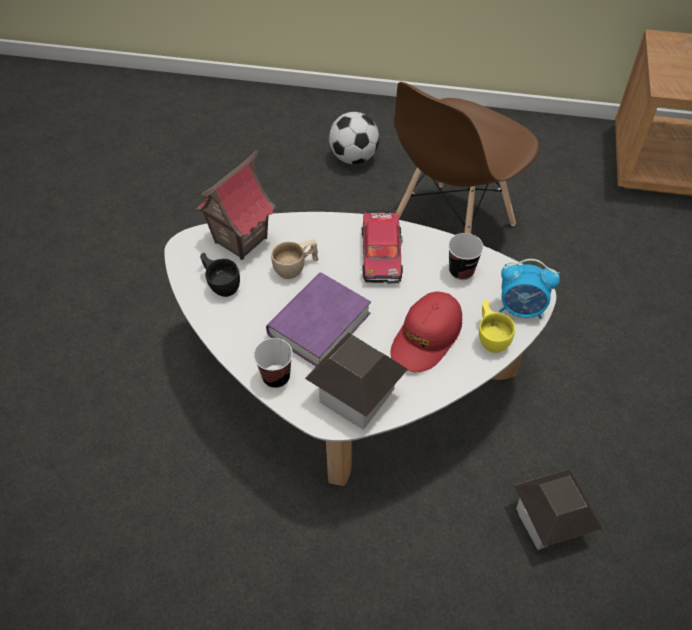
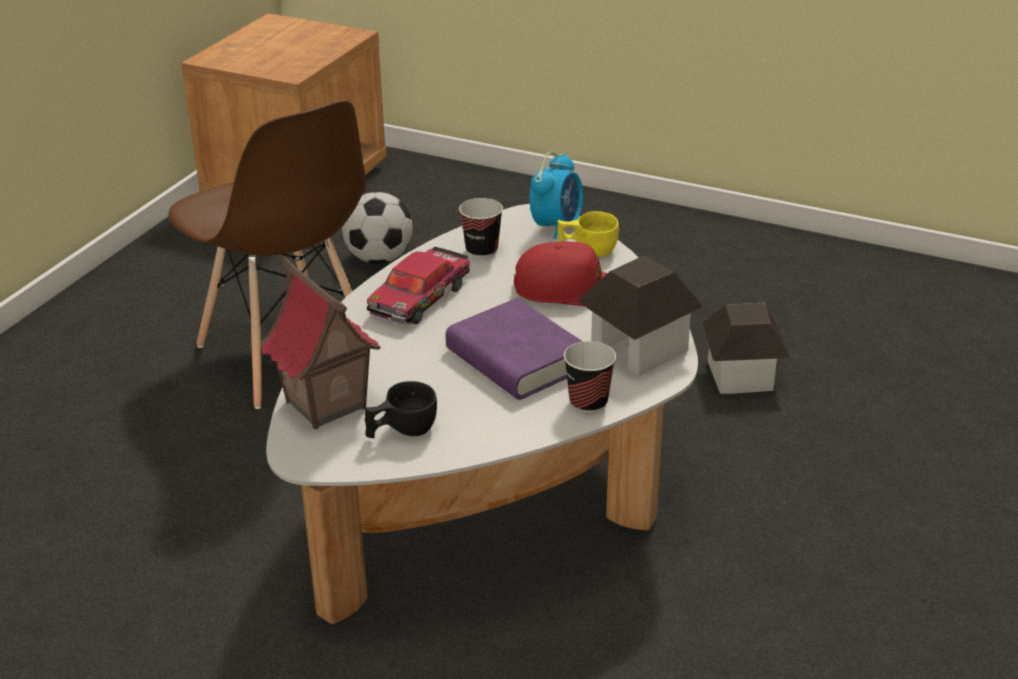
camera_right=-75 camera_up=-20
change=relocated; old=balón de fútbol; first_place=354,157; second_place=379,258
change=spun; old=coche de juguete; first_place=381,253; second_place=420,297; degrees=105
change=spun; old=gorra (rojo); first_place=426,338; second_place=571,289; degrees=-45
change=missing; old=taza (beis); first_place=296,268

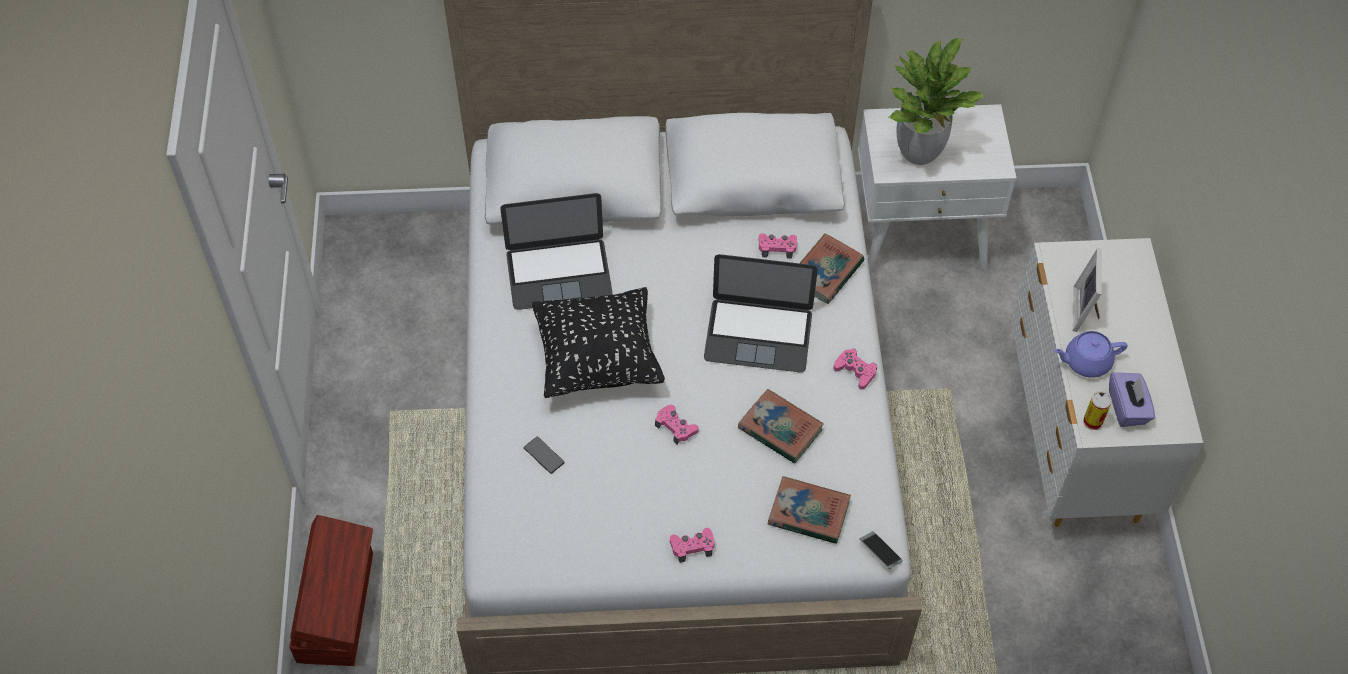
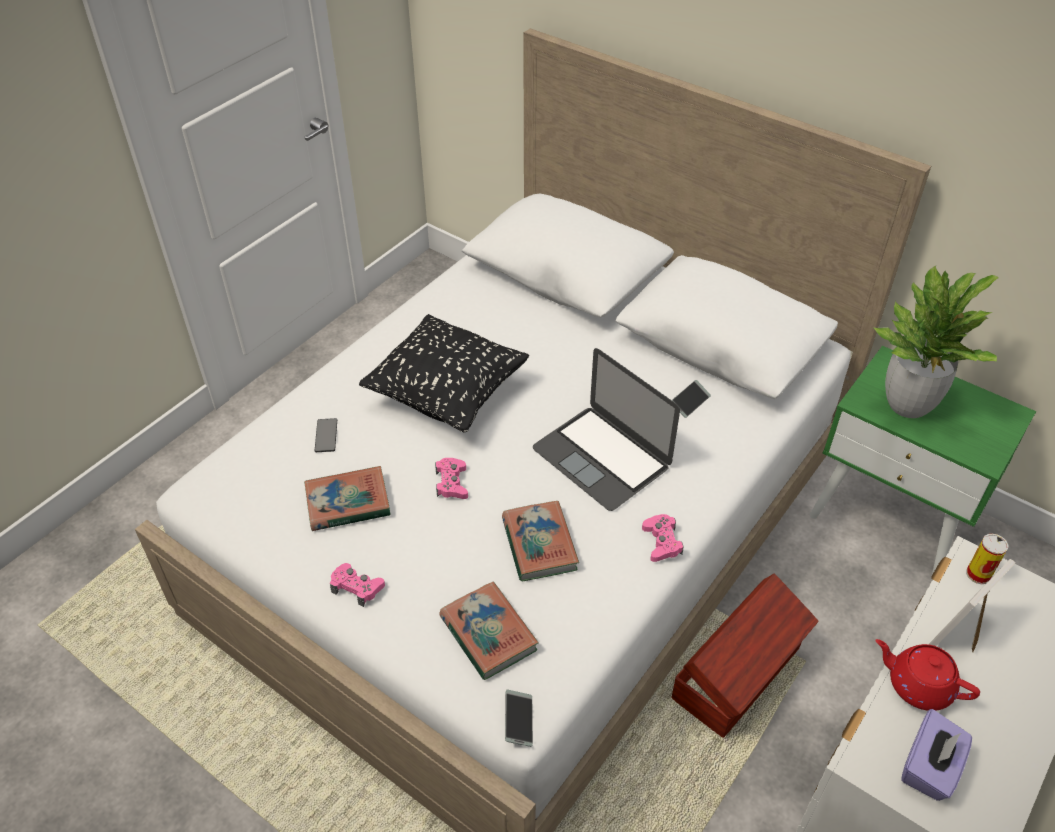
camera_right=40 camera_up=-10
change=relocated; old=libro; first_place=826,272; second_place=348,503
change=exchanged; old=mando de consola (rosa); new=móvil; first_place=777,247; second_place=690,402
change=relocated; old=caja de almacenaje (marrón); first_place=338,606; second_place=739,673
change=colour; old=mesita de noche (blanco); new=mesita de noche (verde); first_place=921,234; second_place=892,516
change=colour; old=tetera (morado); new=tetera (rojo); first_place=1085,362; second_place=918,685
change=relocated; old=lata; first_place=1092,421; second_place=978,574
change=missing; old=portátil; first_place=559,273

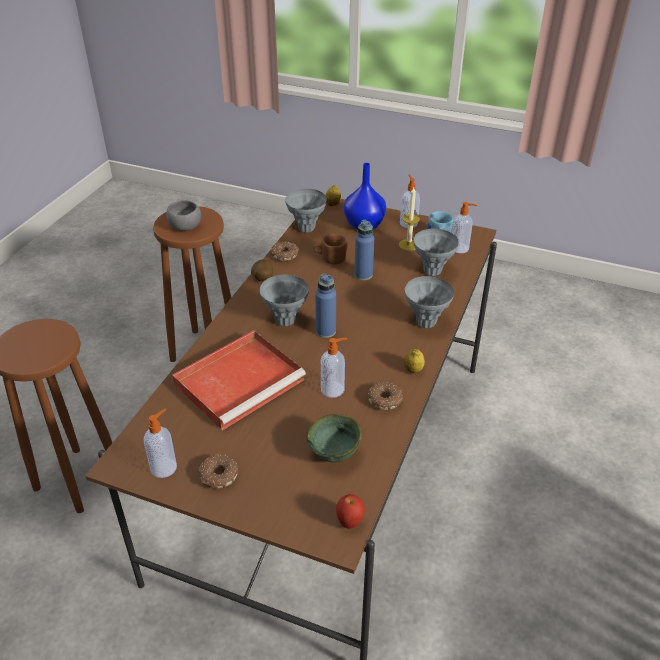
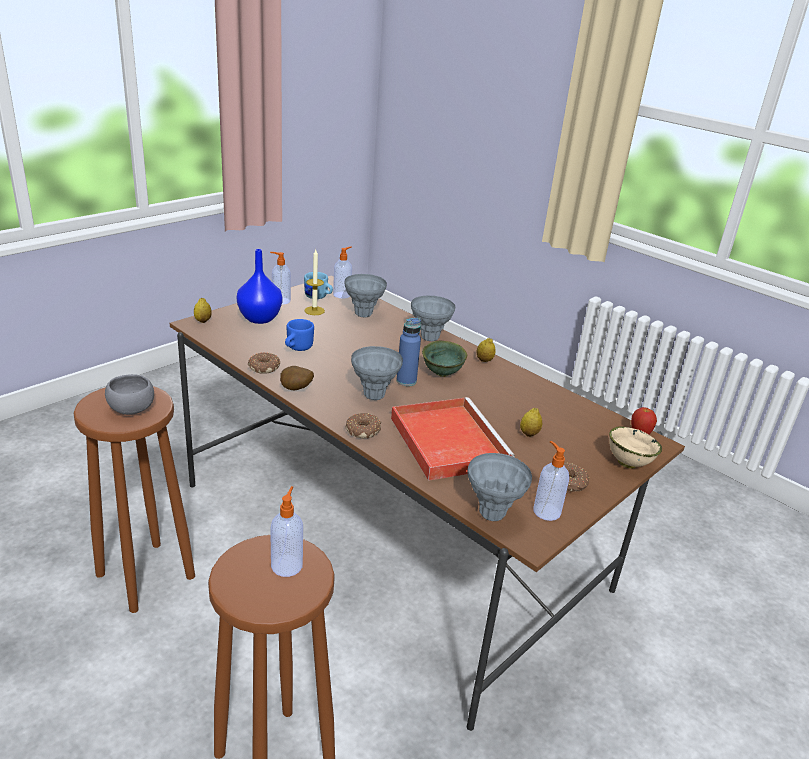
camera_right=-70 camera_up=-10
change=relocated; old=dispensador de jabón; first_place=333,389; second_place=287,565
change=colour; old=taza grande (marrón); new=taza grande (azul); first_place=330,259; second_place=297,348
change=relocated; old=rosquilla; first_place=385,400; second_place=363,430
change=relocated; old=cuenco (verde); first_place=335,454; second_place=443,373
change=relocated; old=florero (gris); first_place=306,229; second_place=492,514
change=appeared; new=limón; second_place=529,434
change=appeared; new=cuenco (beis); second_place=627,463
change=missing; old=botella (azul); first_place=363,275

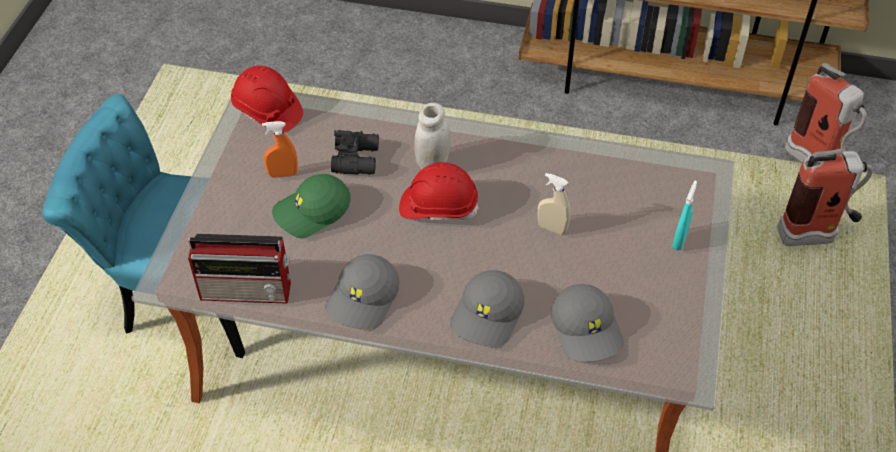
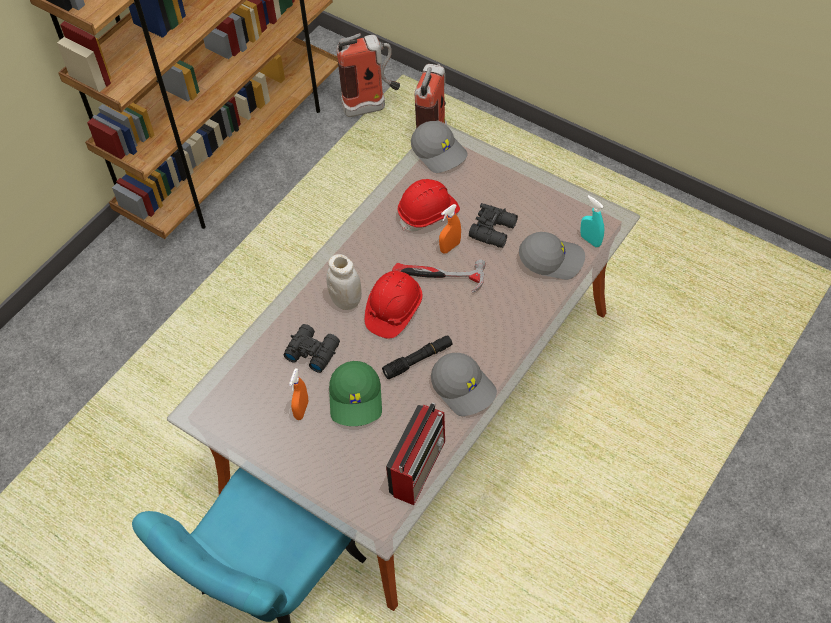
camera_right=-65 camera_up=5
change=appeared; new=linterna (negro); second_place=418,360
change=appeared; new=martillo; second_place=438,277
change=relocated; old=casco (rojo); first_place=267,111; second_place=428,214
change=relocated; old=gorra (gris); first_place=488,316; second_place=440,152
change=colour; old=pulverizador (beis); new=pulverizador (naranja); first_place=552,228; second_place=450,247
change=appeared; new=prismáticos (negro); second_place=494,230
change=relocated; old=pulverizador (turquesa); first_place=679,240; second_place=590,240

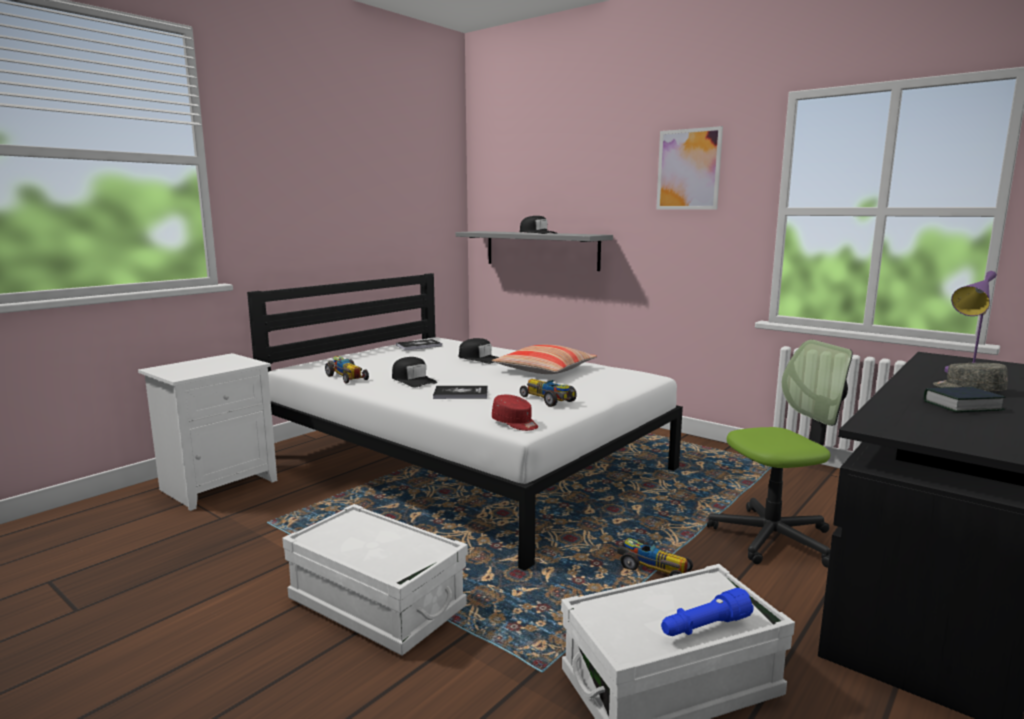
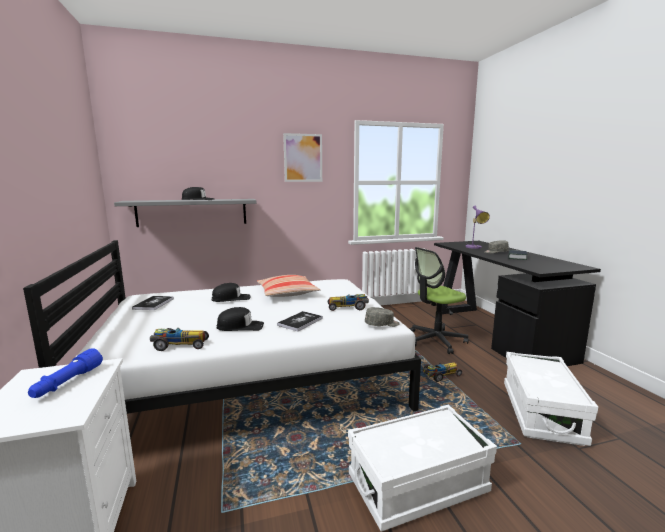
camera_right=-55 camera_up=0
change=relocated; old=linterna (azul); first_place=704,627; second_place=67,383
change=colour; old=gorra (rojo); new=gorra (gris); first_place=515,423; second_place=382,324
change=spun; old=silla de oficina; first_place=773,538; second_place=435,340; degrees=-135

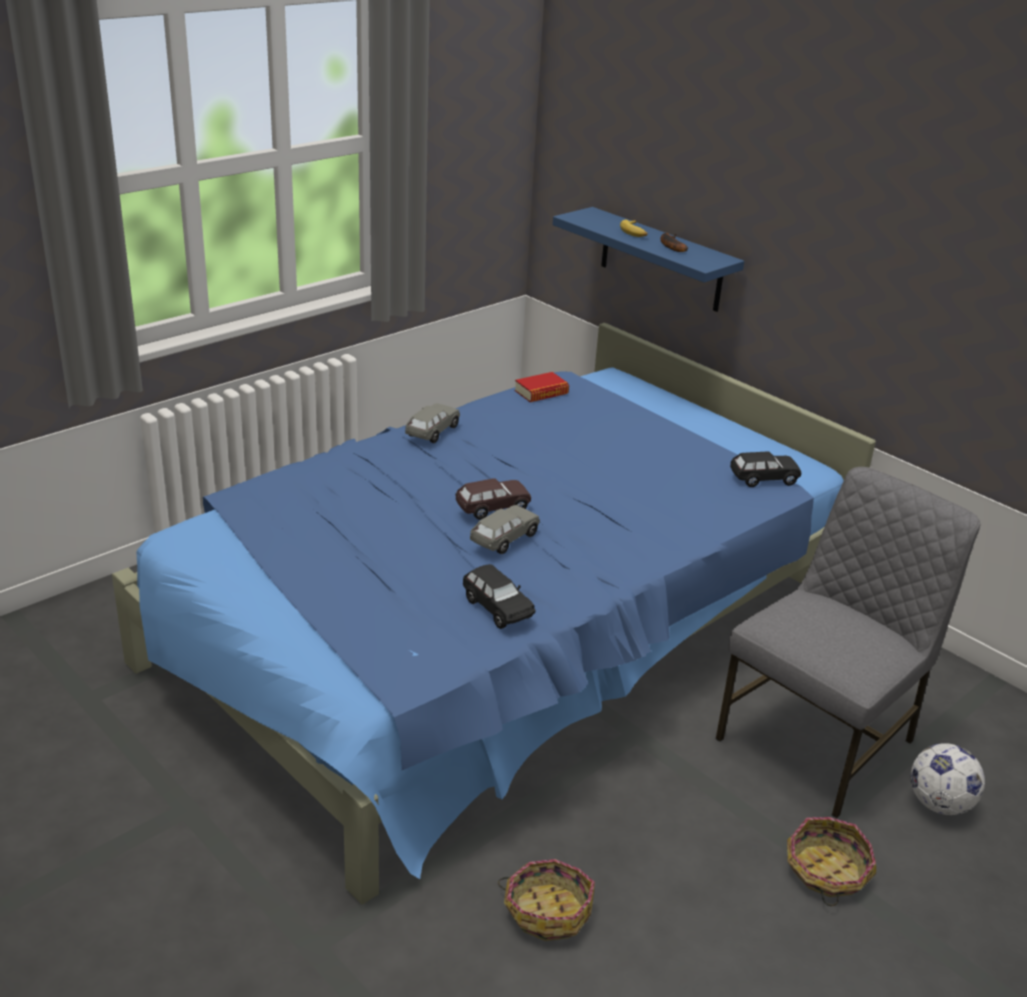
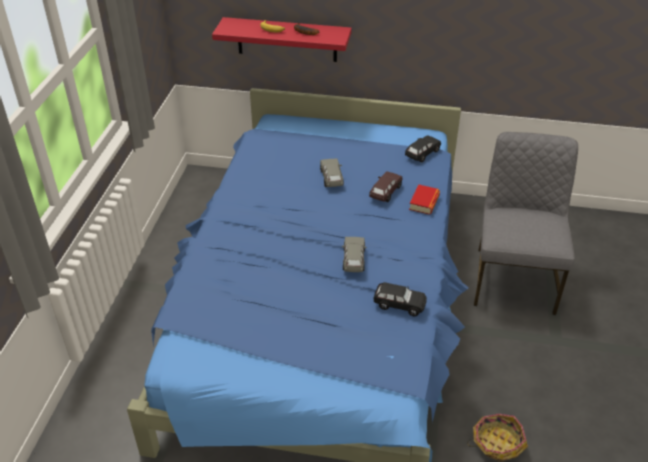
camera_right=-35 camera_up=10
change=colour; old=estante (azul); new=estante (rojo); first_place=661,260; second_place=287,39
change=relocated; old=coche de juguete (gris); first_place=432,432; second_place=331,178
change=relocated; old=coche de juguete (marrón); first_place=493,508; second_place=385,192
change=relocated; old=libro; first_place=541,392; second_place=424,202
change=missing; old=cesta; first_place=826,871
change=missing; old=balón de fútbol; first_place=939,804

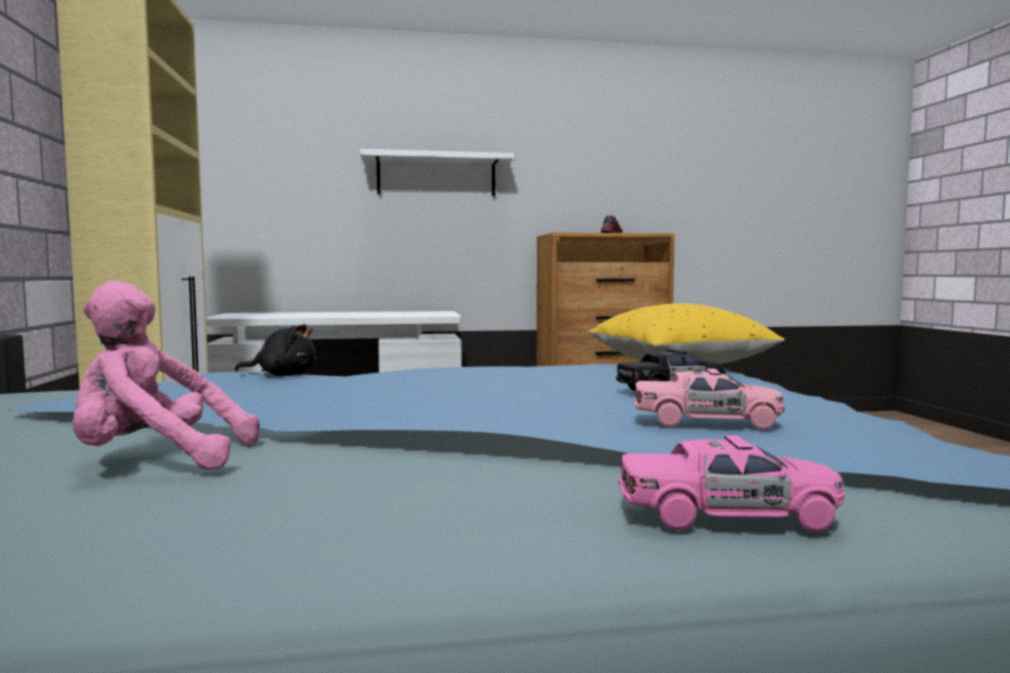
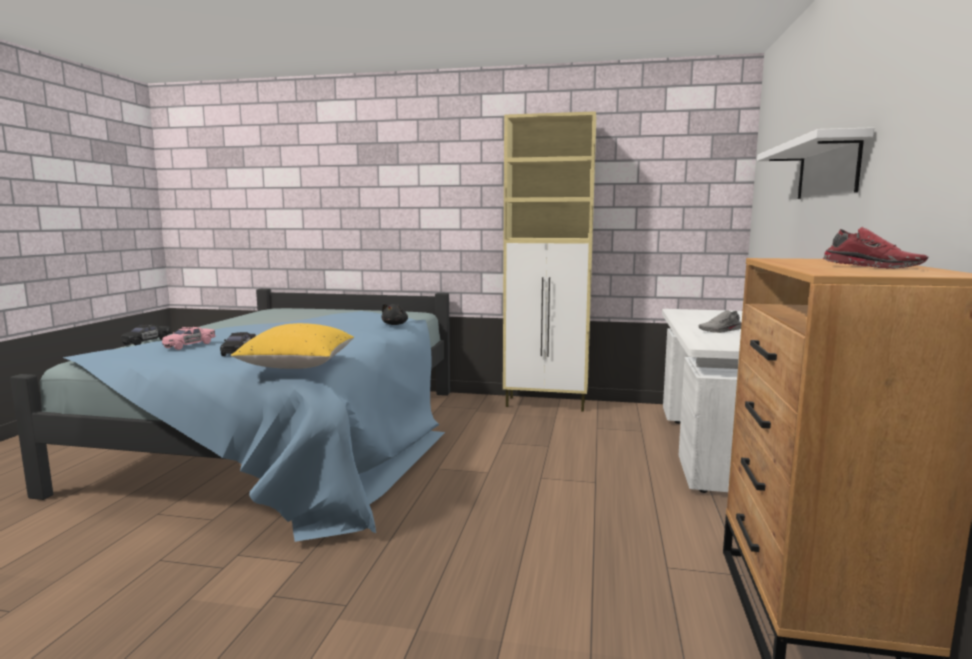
camera_right=110 camera_up=5
change=colour; old=coche de juguete (rosa); new=coche de juguete (negro); first_place=727,516; second_place=146,341
change=appeared; new=zapato (gris); second_place=721,331
change=missing; old=peluche (rosa); first_place=156,461

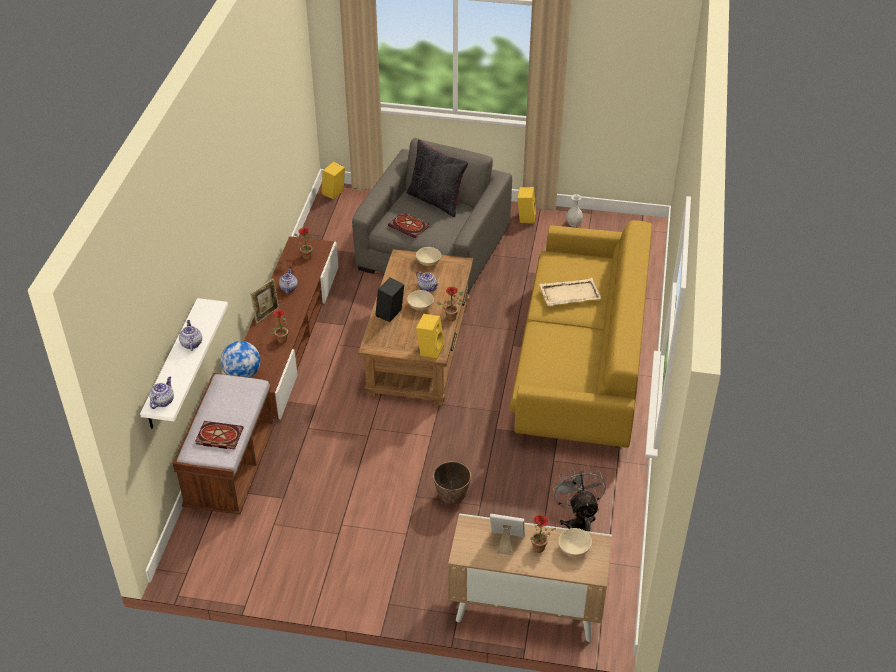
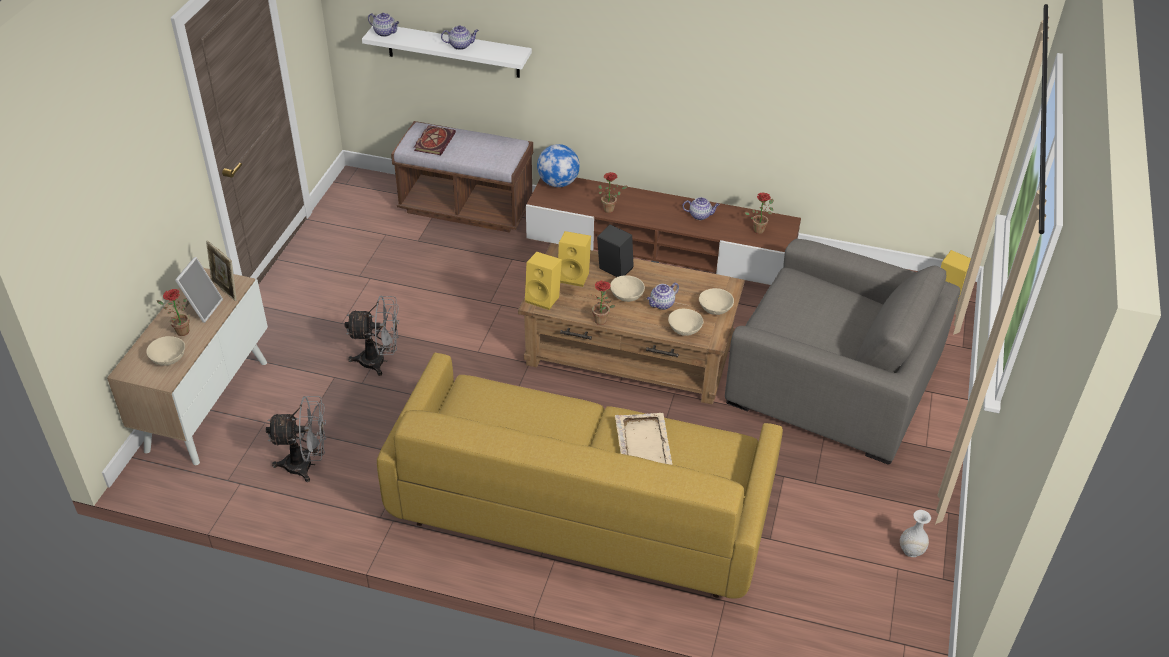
camera_right=95 camera_up=0
change=relocated; old=portarretratos; first_place=267,314; second_place=225,290
change=exchanged; old=maceta; new=ventilador (gris); first_place=452,498; second_place=379,361
change=relocated; old=altavoz (amarillo); first_place=525,217; second_place=575,276
change=appeared; new=cuenco (beis); second_place=684,330
change=missing; old=libro; first_place=410,226
change=missing; old=cojín (negro); first_place=436,200

